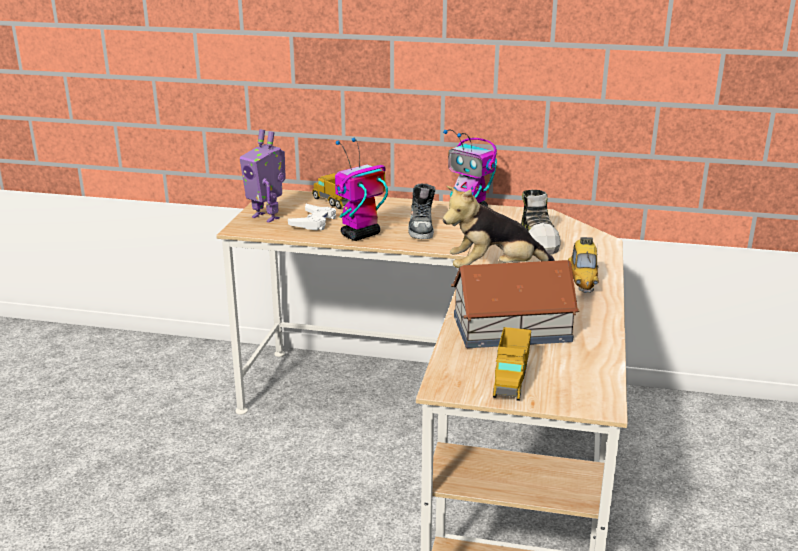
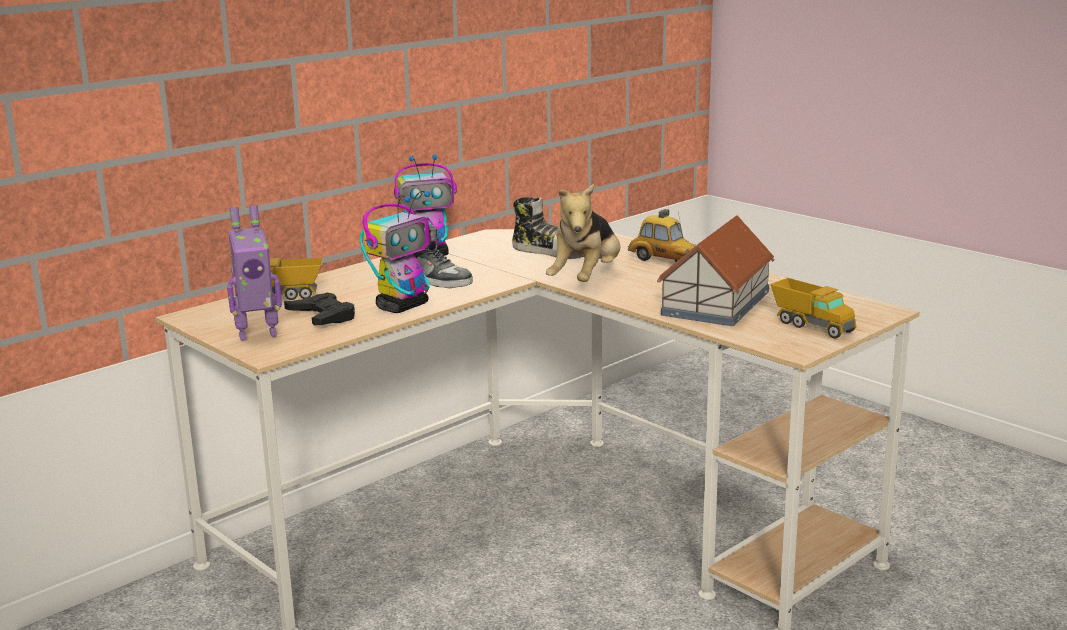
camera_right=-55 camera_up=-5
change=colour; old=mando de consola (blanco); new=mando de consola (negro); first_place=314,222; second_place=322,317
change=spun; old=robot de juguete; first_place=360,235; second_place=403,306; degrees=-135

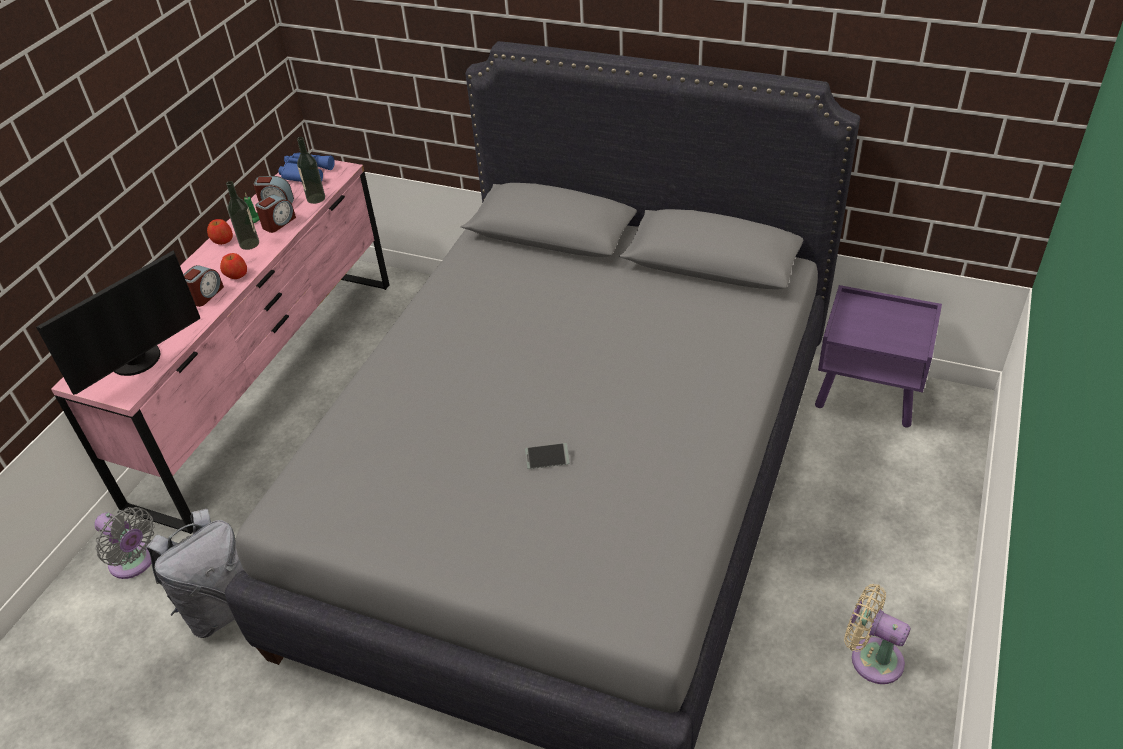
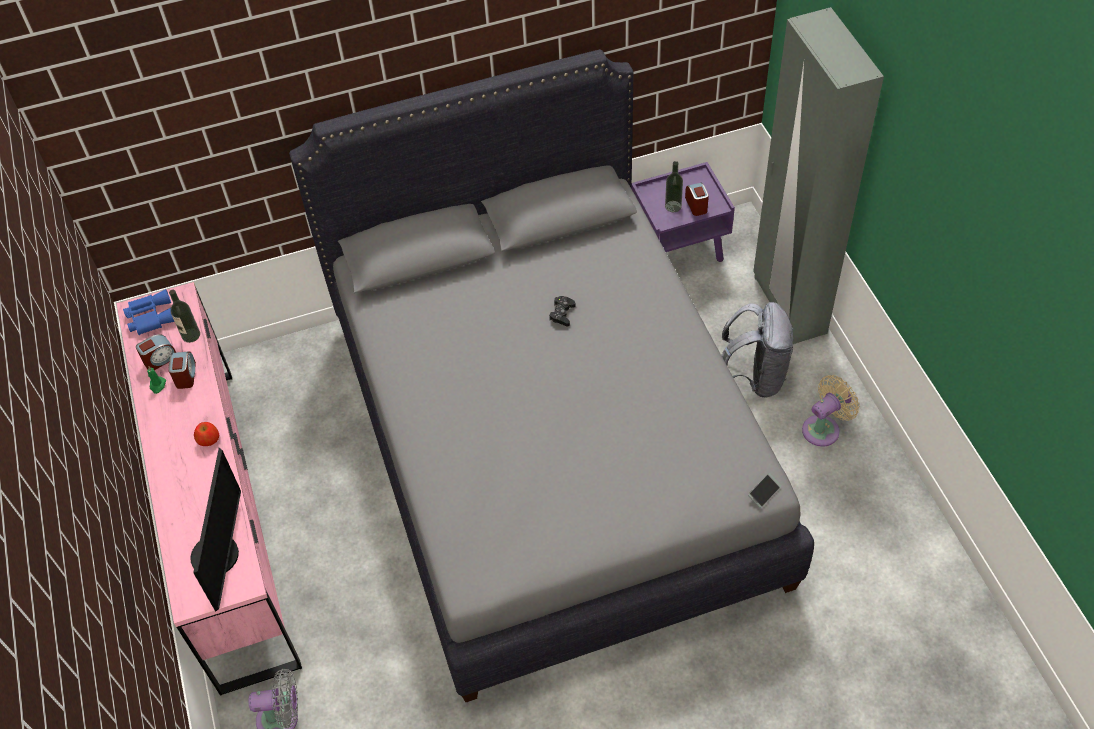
camera_right=-40 camera_up=10
change=appeared; new=mando de consola (negro); second_place=562,314
change=relocated; old=botella; first_place=249,244; second_place=673,206
change=relocated; old=despertador; first_place=205,295; second_place=696,205
change=relocated; old=mochila (gris); first_place=221,607; second_place=755,377
change=relocated; old=móvil; first_place=547,459; second_place=764,492
change=appeared; new=armario ropero (gris); second_place=788,305
change=spun; old=ventilador (beis); first_place=871,657; second_place=824,428; degrees=150
change=missing; old=manzana; first_place=222,240

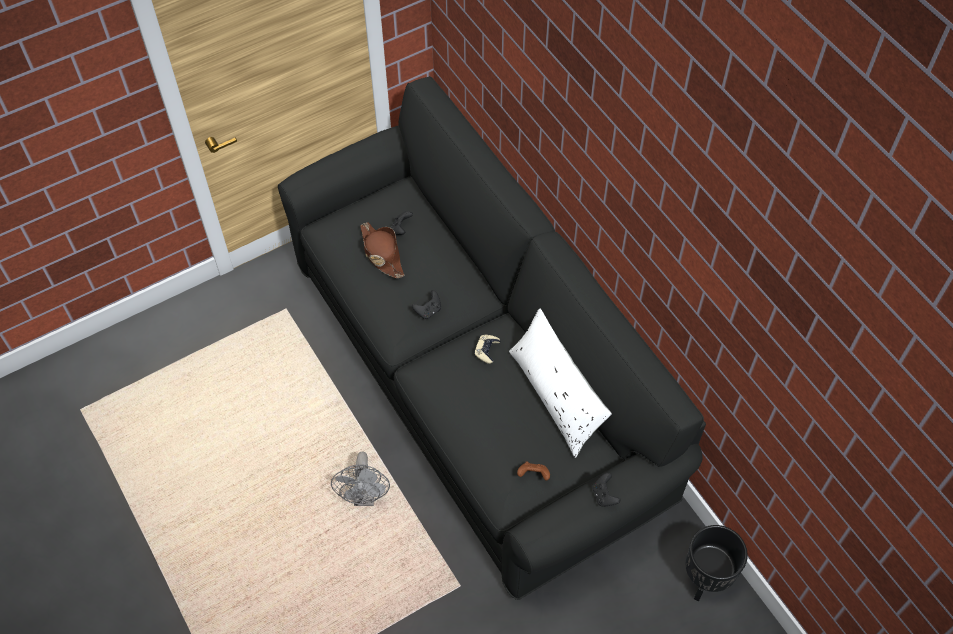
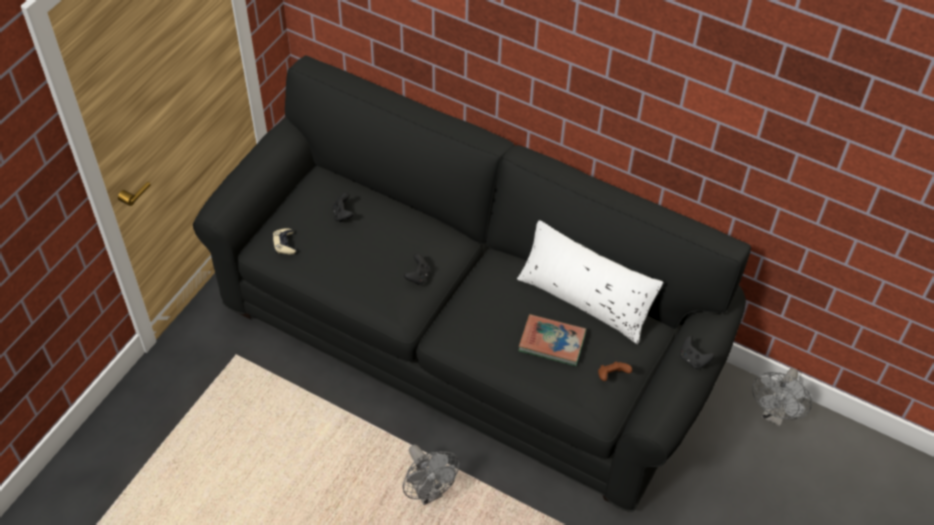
camera_right=-30 camera_up=-5
change=relocated; old=mando de consola (beis); first_place=486,350; second_place=284,244
change=appeared; new=libro; second_place=552,342
change=exchanged; old=maceta (negro); new=ventilador (gris); first_place=706,580; second_place=774,415
change=missing; old=sombrero (marrón); first_place=381,253

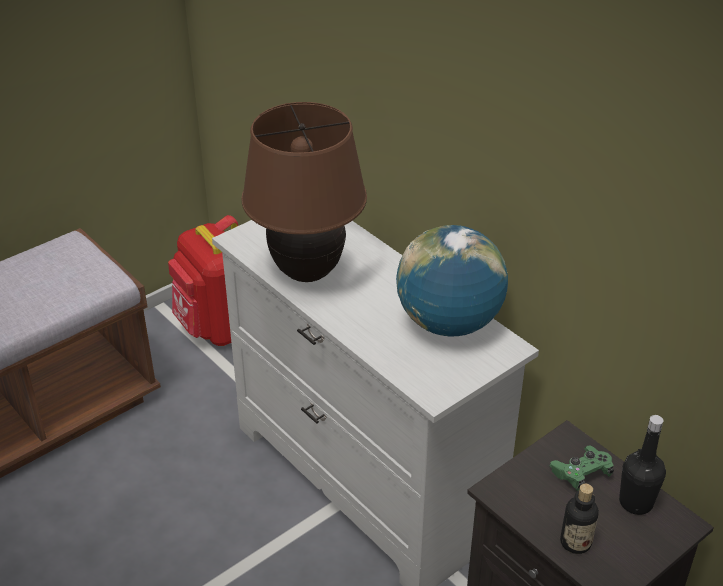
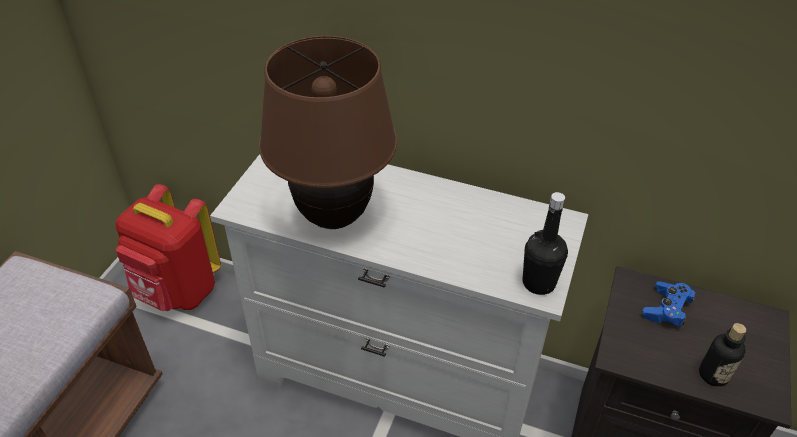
camera_right=-30 camera_up=5
change=relocated; old=botella (negro); first_place=636,502; second_place=538,283
change=colour; old=mando de consola (verde); new=mando de consola (azul); first_place=581,474; second_place=666,309
change=missing; old=globo terráqueo; first_place=449,323

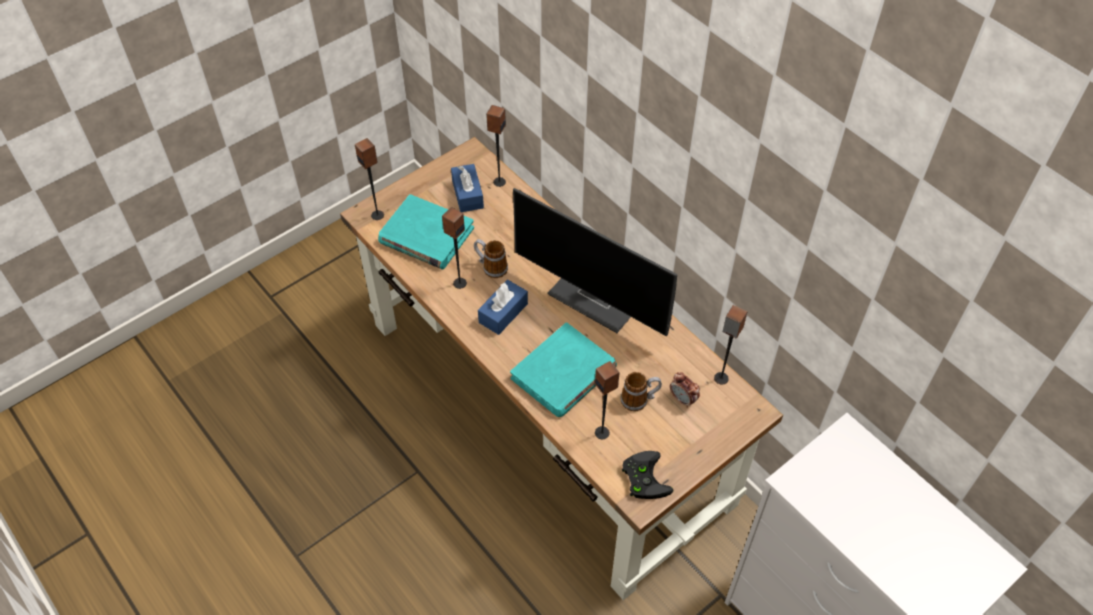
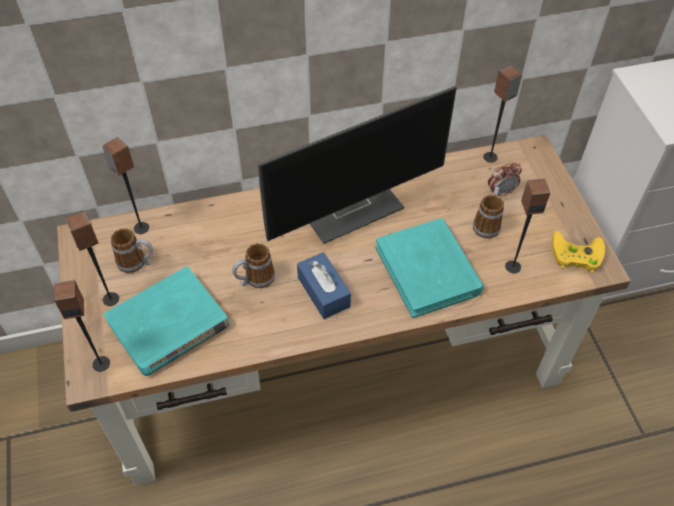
camera_right=-65 camera_up=0
change=relocated; old=altavoz; first_place=459,283; second_place=110,299
change=exchanged; old=caja de pañuelos (azul); new=taza grande; first_place=467,194; second_place=137,263
change=colour; old=mando de consola (negro); new=mando de consola (amarillo); first_place=643,477; second_place=575,255

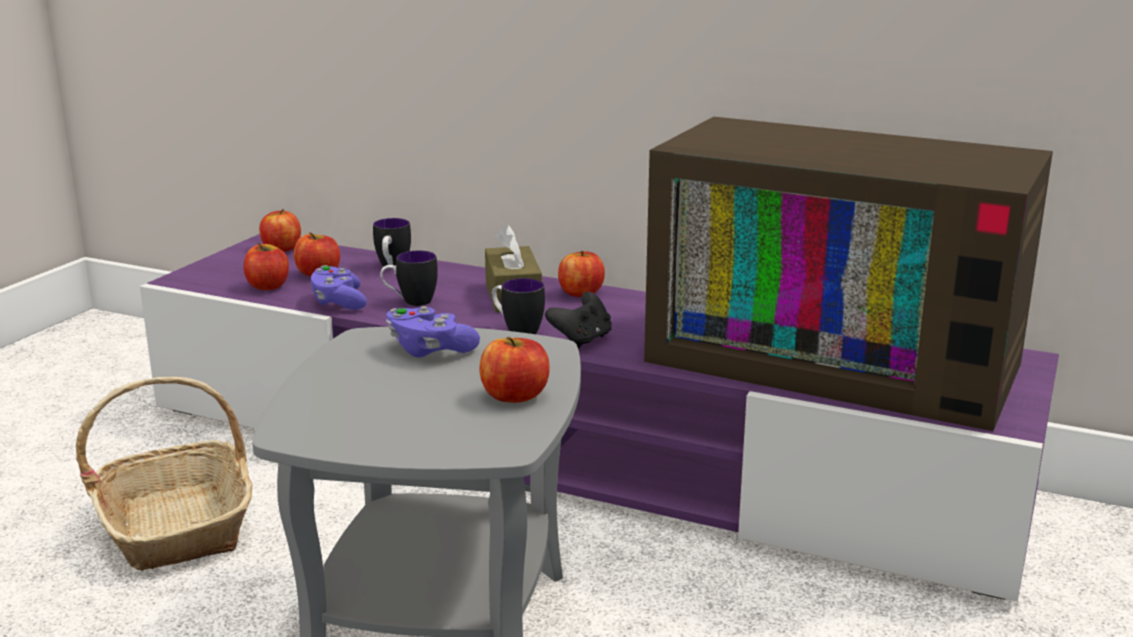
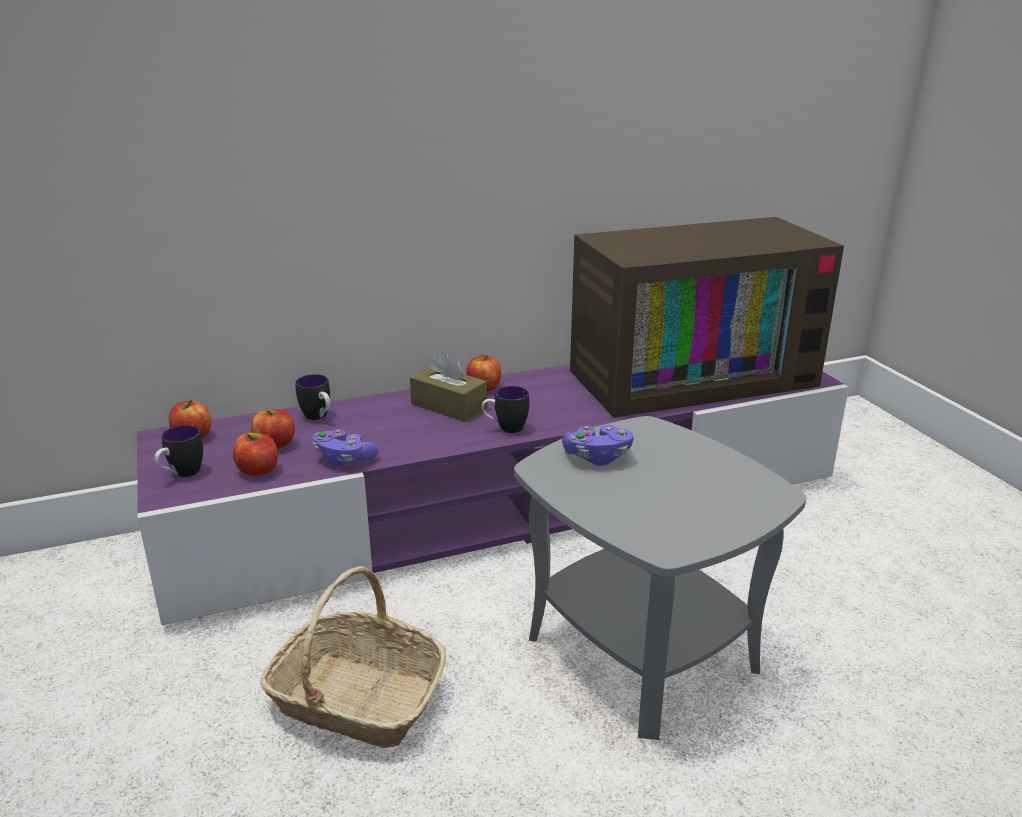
camera_right=-45 camera_up=5
change=relocated; old=taza grande; first_place=410,302; second_place=182,474
change=missing; old=manzana; first_place=514,396
change=missing; old=mando de consola (negro); first_place=582,340

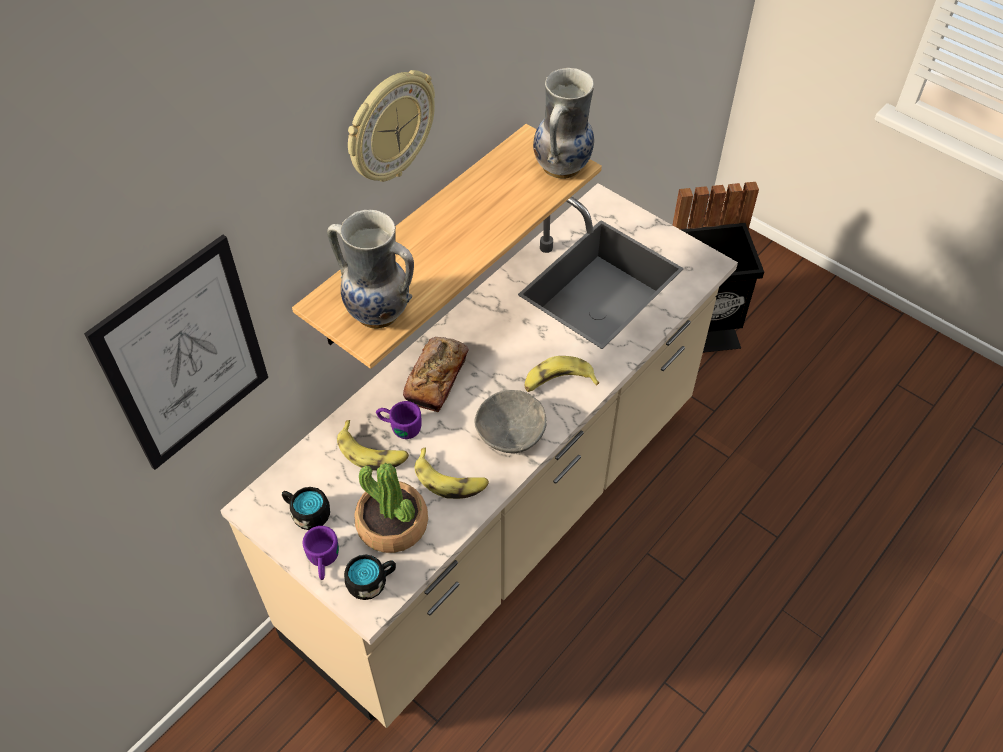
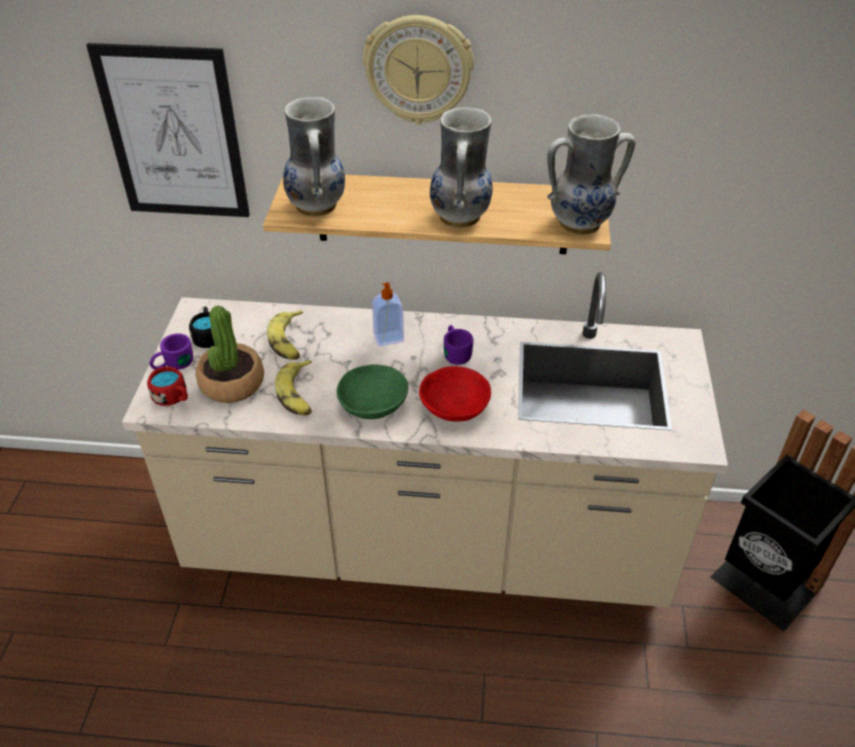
camera_right=55 camera_up=-10
change=colour; old=taza grande (negro); new=taza grande (rojo); first_place=372,581; second_place=173,398
change=colour; old=cuenco (gris); new=cuenco (verde); first_place=511,433; second_place=374,406
change=exchanged; old=pan; new=dispensador de jabón; first_place=436,378; second_place=389,339
change=exchanged; old=plátano; new=cuenco (rojo); first_place=558,382; second_place=453,408
change=appeared; new=florero; second_place=461,217
change=relocated; old=taza grande (morado); first_place=399,426; second_place=455,352

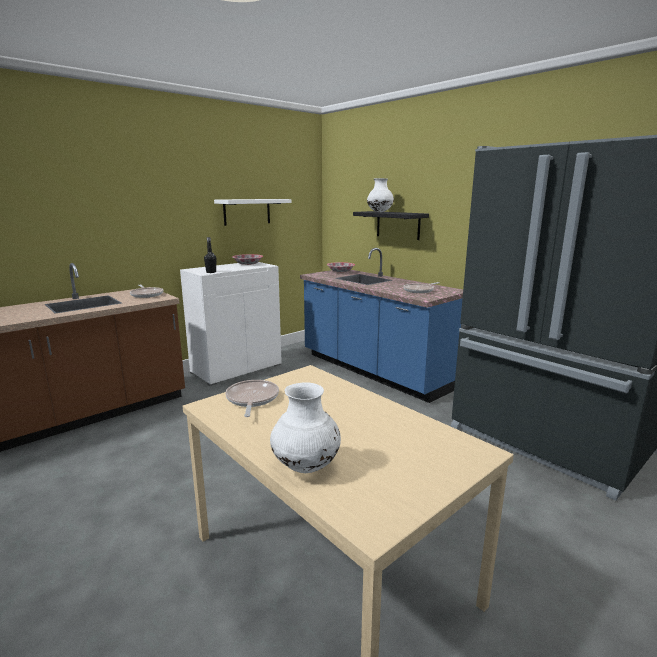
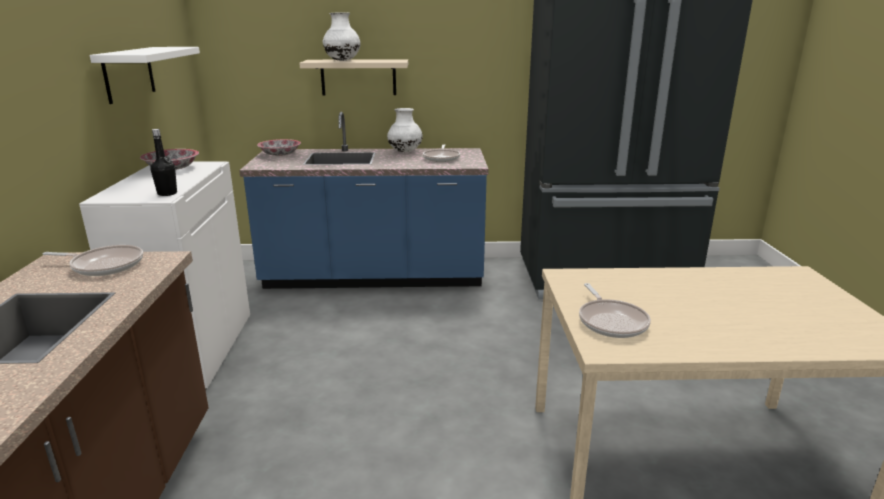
camera_right=-50 camera_up=5
change=colour; old=estante (negro); new=estante (beis); first_place=398,225; second_place=358,77
change=relocated; old=florero (blanco); first_place=306,466; second_place=405,152
change=spun; old=sartén; first_place=252,399; second_place=611,321; degrees=-135

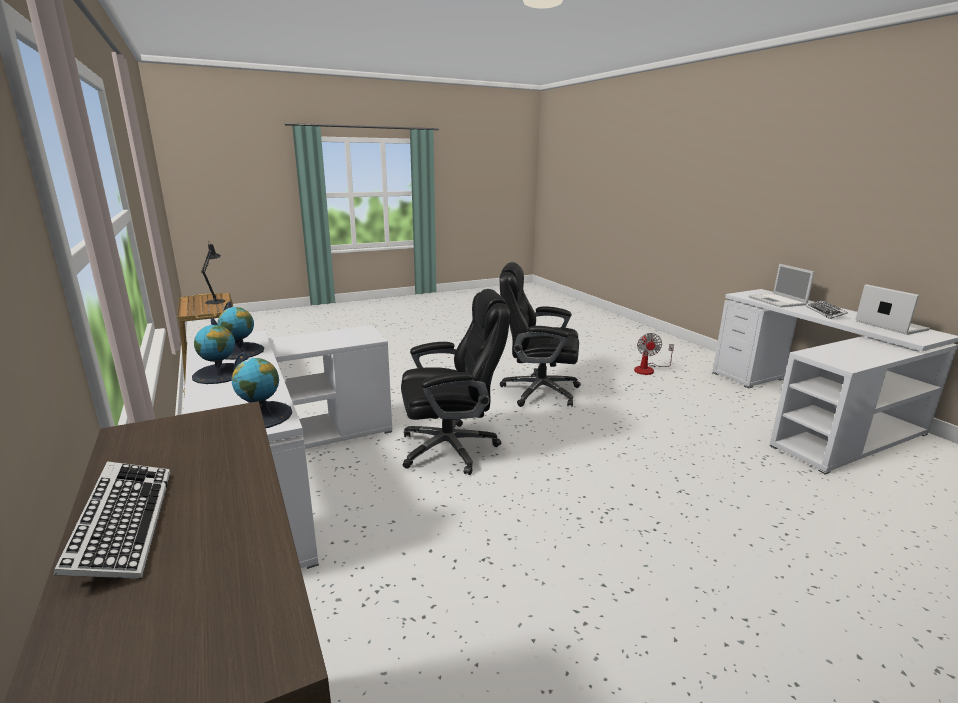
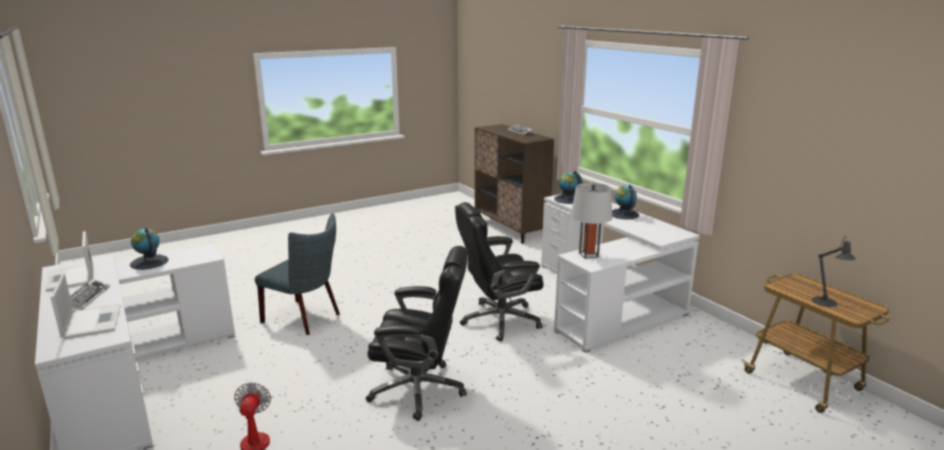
camera_right=175 camera_up=0
change=relocated; old=globo terráqueo; first_place=240,351; second_place=149,262
change=appeared; new=silla (gris); second_place=305,318
change=appeared; new=lámpara de mesa (gris); second_place=588,254

